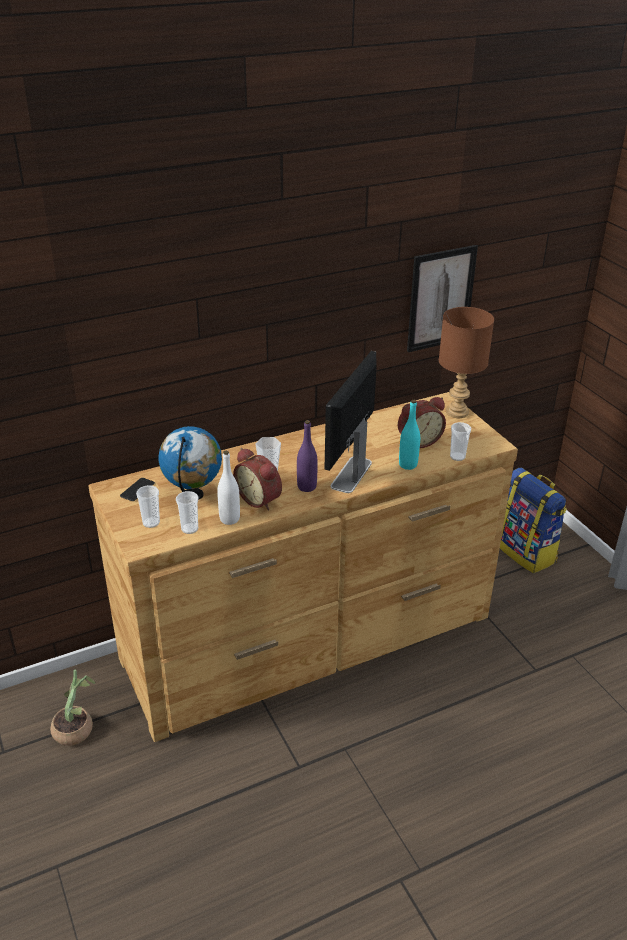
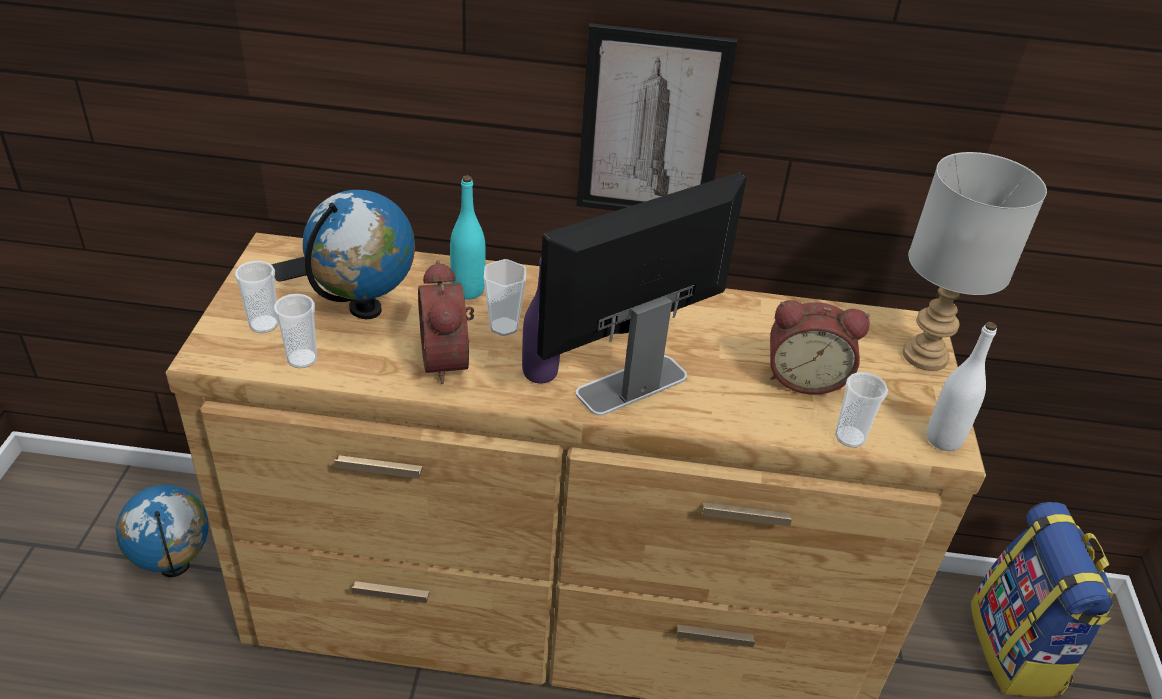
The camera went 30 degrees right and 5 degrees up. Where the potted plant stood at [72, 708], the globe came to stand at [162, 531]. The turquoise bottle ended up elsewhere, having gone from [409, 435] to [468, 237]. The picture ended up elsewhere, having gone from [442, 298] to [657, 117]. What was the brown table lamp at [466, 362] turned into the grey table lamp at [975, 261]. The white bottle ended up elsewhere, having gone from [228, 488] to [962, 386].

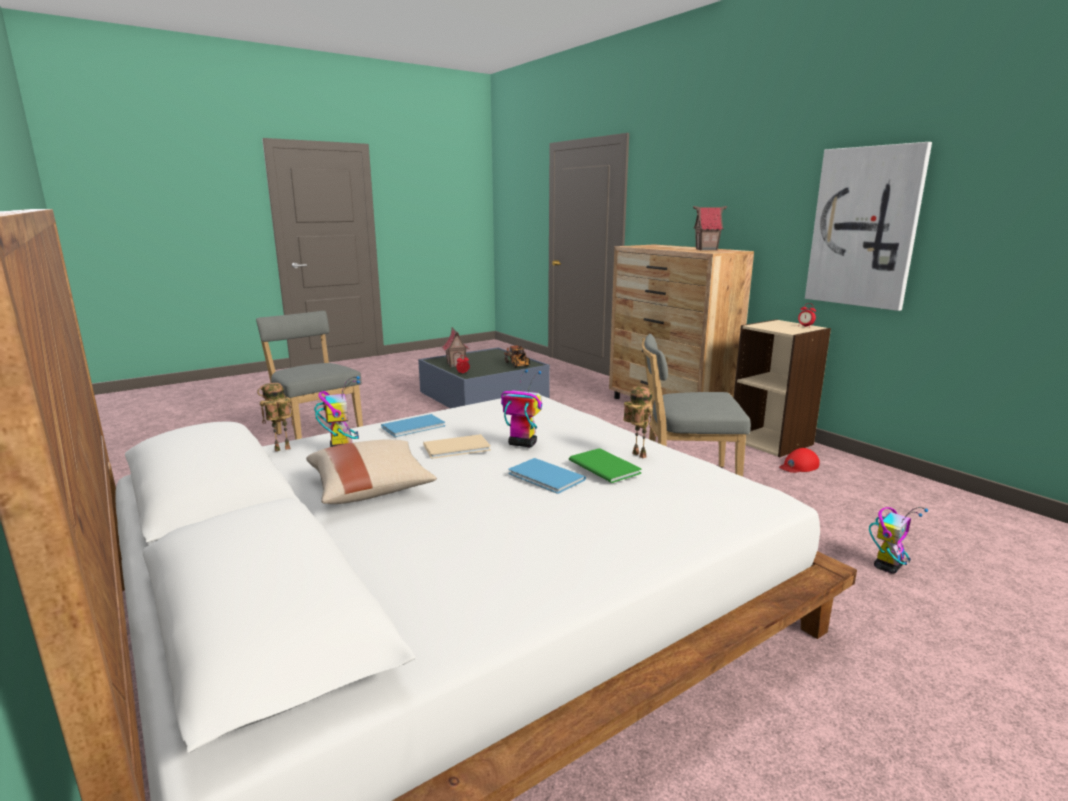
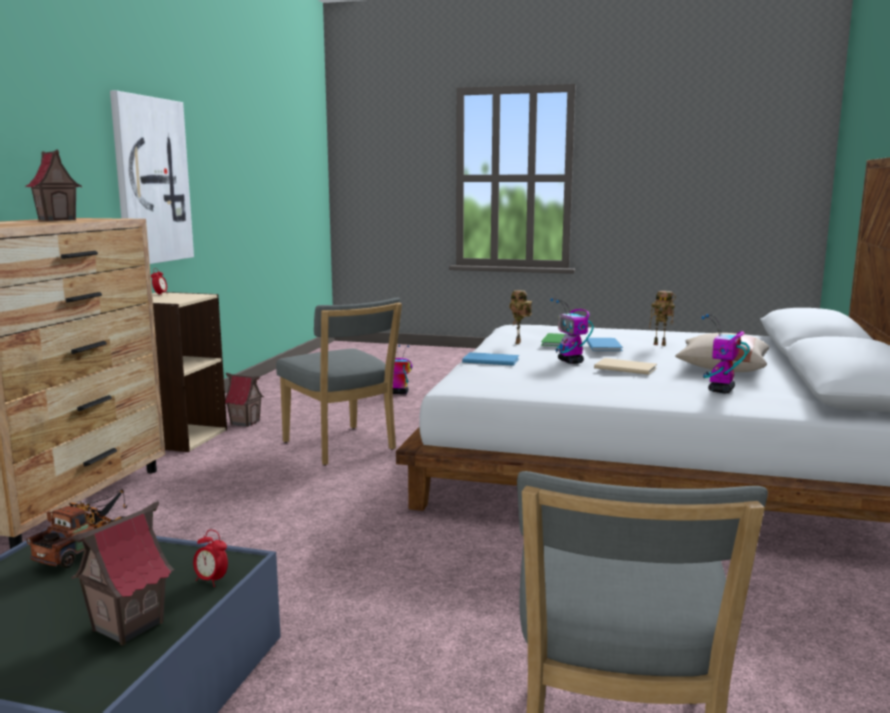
The camera went 130 degrees left and 5 degrees down. Where the red cap stood at [799, 460], the toy house came to stand at [245, 400]. The blue book ended up elsewhere, having gone from [413, 425] to [490, 359]. The toy robot ended up elsewhere, having gone from [275, 417] to [662, 318].

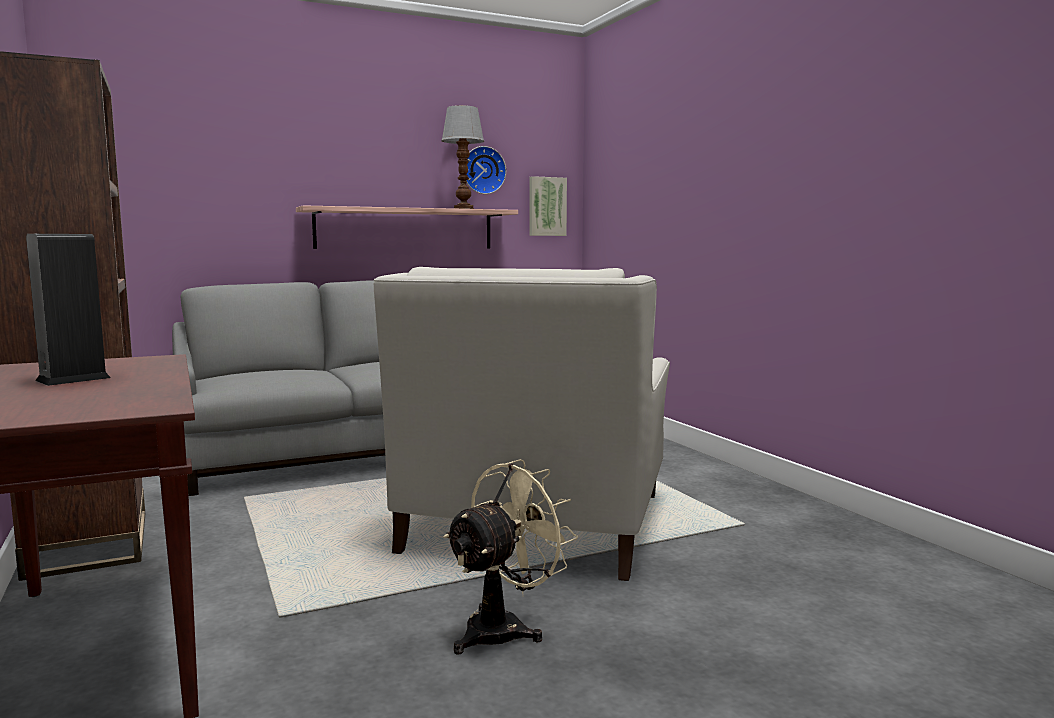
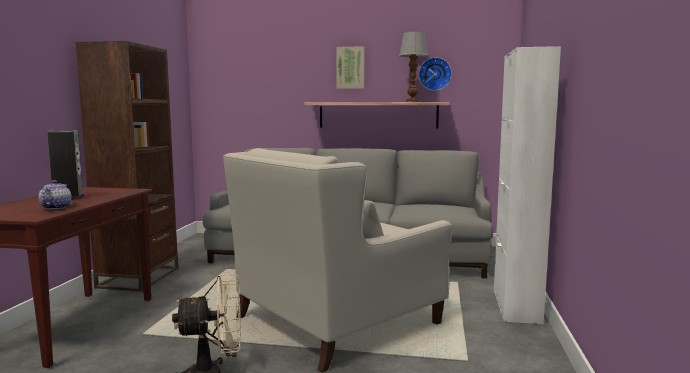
The camera went 35 degrees right and 0 degrees up. The second view gained the teapot at [55, 194]. The picture ended up elsewhere, having gone from [548, 206] to [350, 67]. The second view gained the white cabinet at [527, 185].

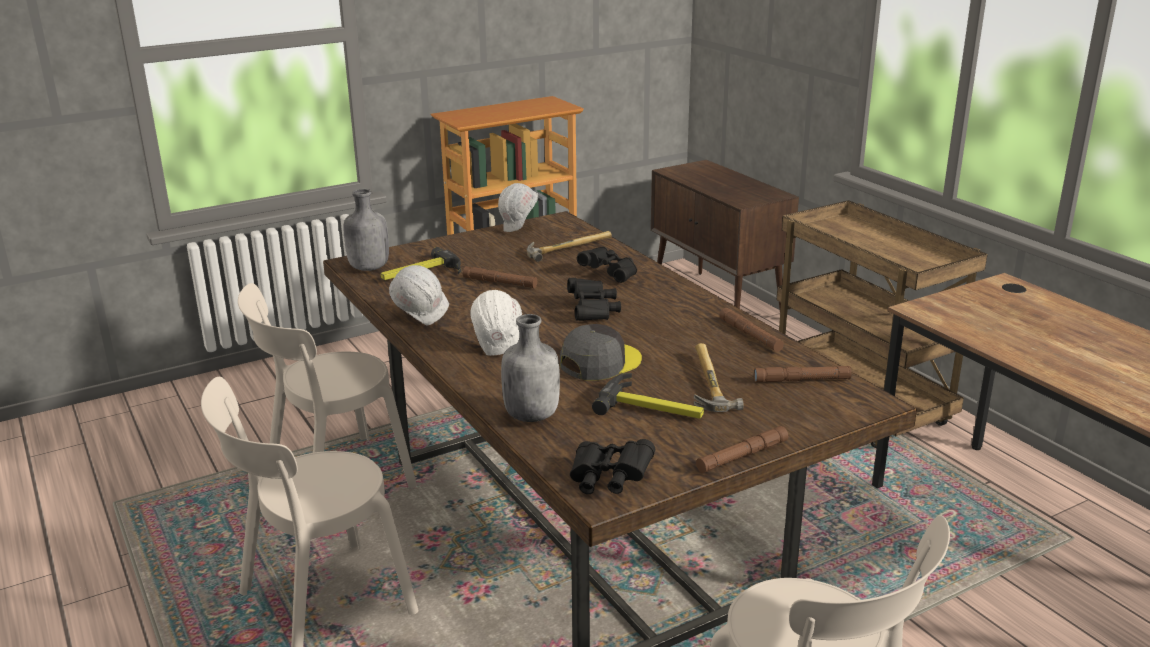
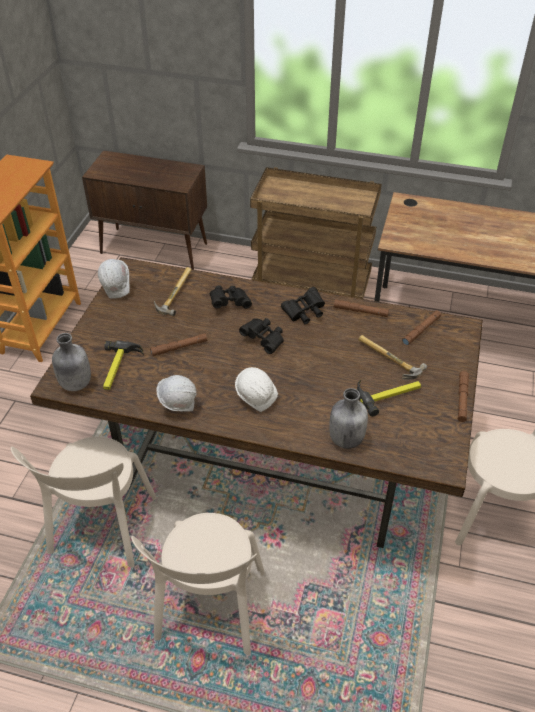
The camera went 45 degrees left and 20 degrees up. The black binoculars ended up elsewhere, having gone from [612, 466] to [303, 305]. The second view lost the grey cap at [601, 352].

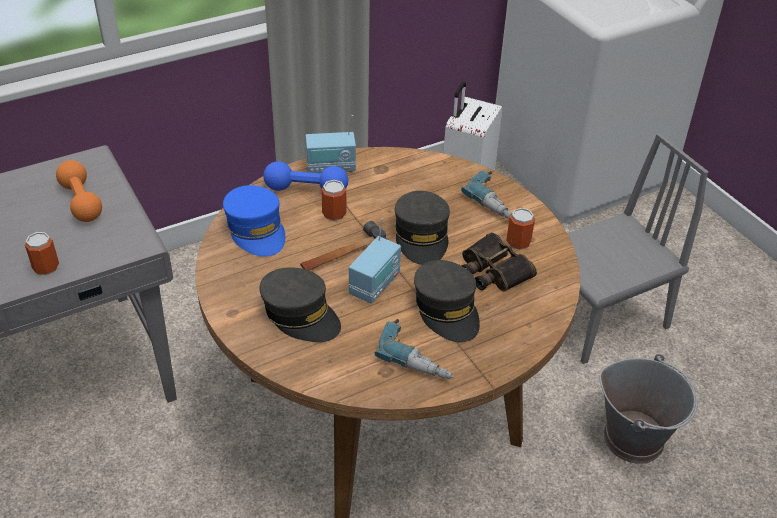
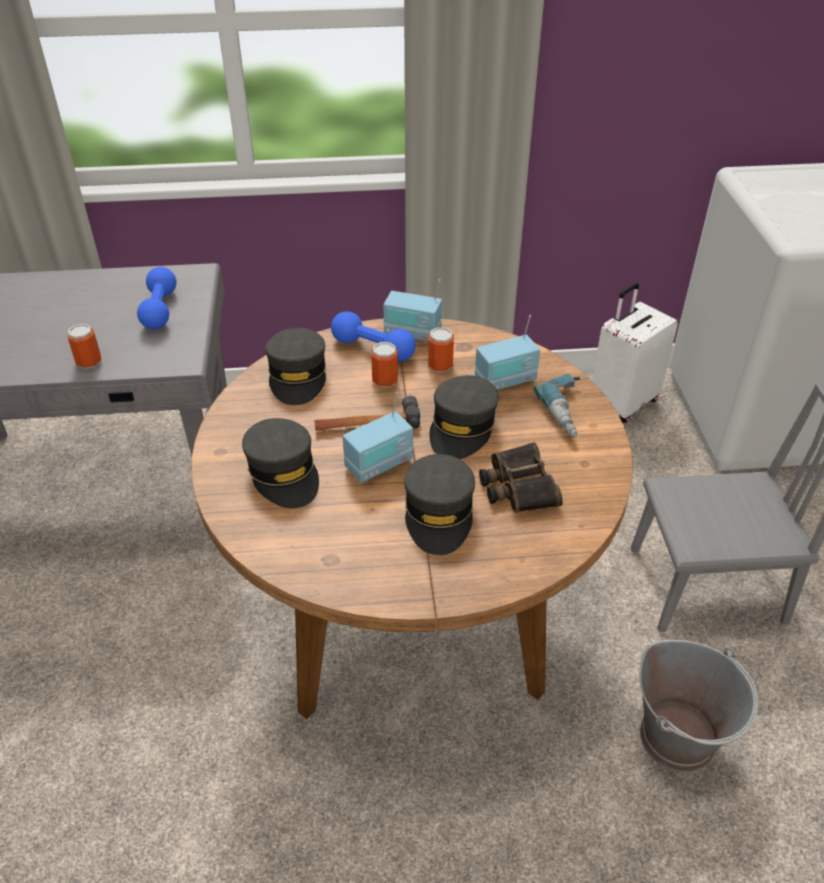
The camera went 25 degrees right and 0 degrees up. What was the orange dumbbell at [79, 191] turned into the blue dumbbell at [156, 298]. What was the blue cap at [254, 221] turned into the grey cap at [295, 366]. The can ended up elsewhere, having gone from [520, 229] to [441, 349]. The second view gained the radio at [507, 352]. The second view lost the power drill at [414, 349].

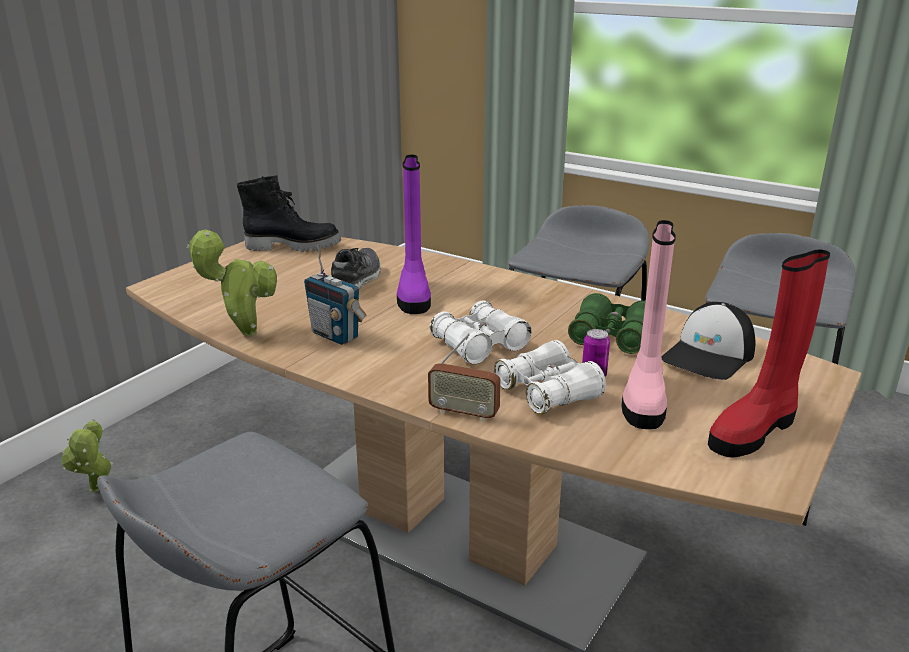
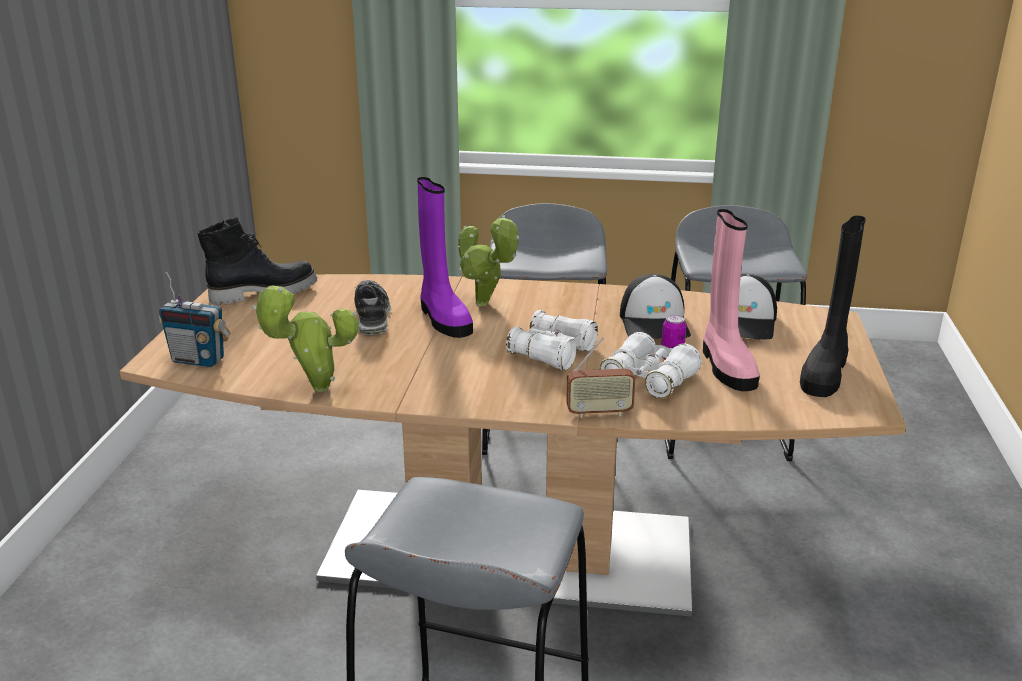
The camera went 25 degrees left and 0 degrees up. The radio ended up elsewhere, having gone from [335, 294] to [195, 319]. The potted plant ended up elsewhere, having gone from [87, 455] to [488, 260]. Where the green binoculars stood at [607, 323], the cap came to stand at [655, 306]. What was the red boot at [769, 353] turned into the black boot at [833, 306].

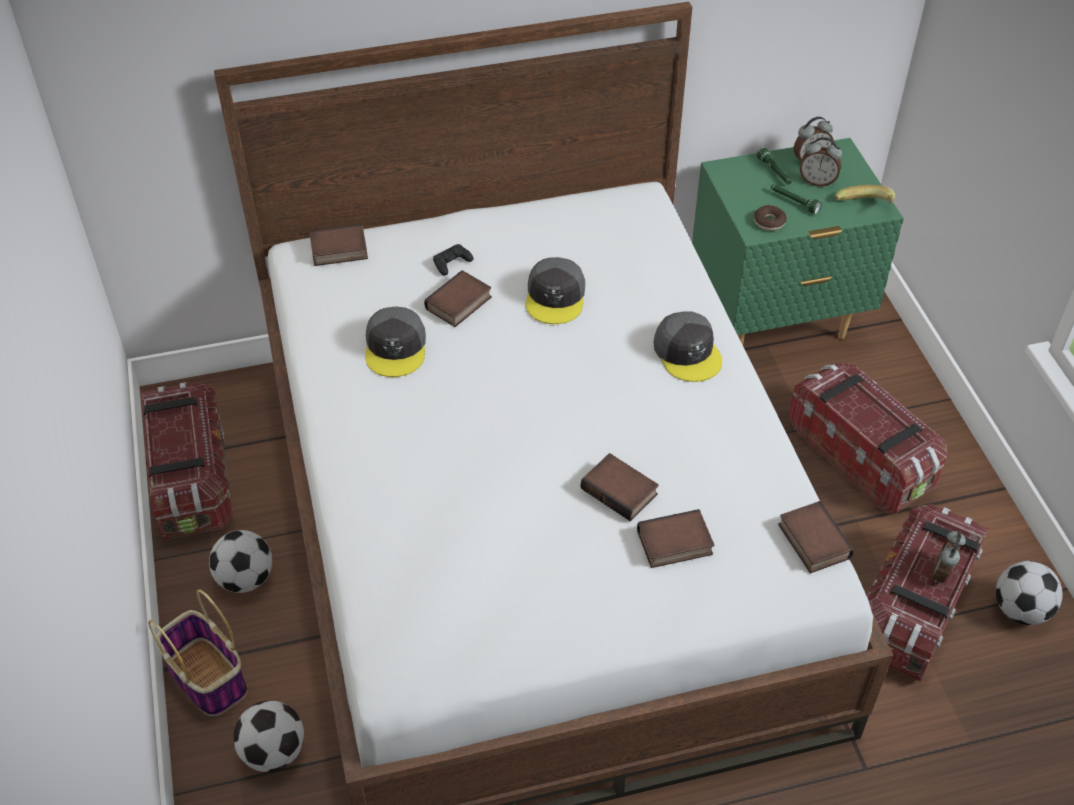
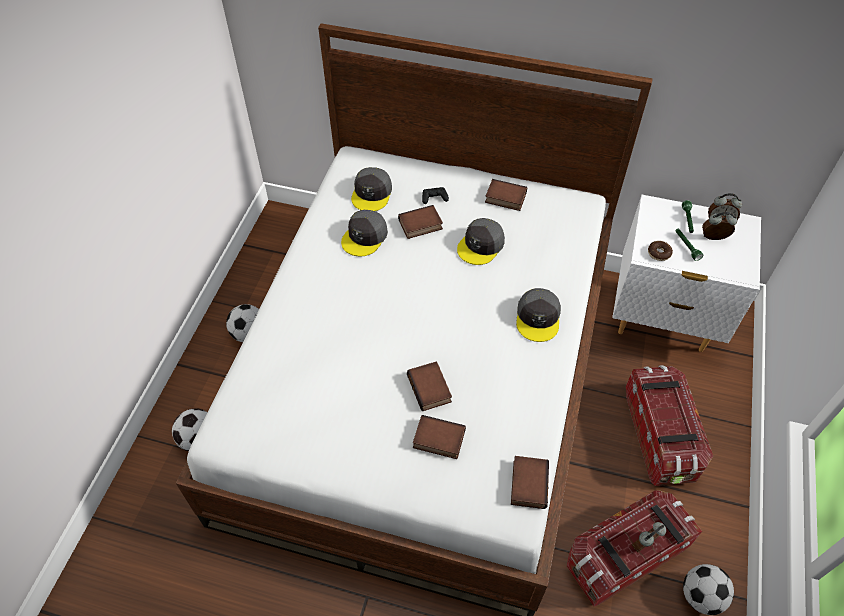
The camera went 30 degrees right and 5 degrees up. The second view gained the grey cap at [371, 189]. The book ended up elsewhere, having gone from [338, 245] to [506, 195]. What was the green nightstand at [798, 241] turned into the white nightstand at [686, 273]. The alarm clock at [821, 162] ended up facing another way, 135 degrees clockwise from before. The second view lost the storage box at [187, 461]. The second view lost the basket at [197, 653]. The second view lost the banana at [864, 194].

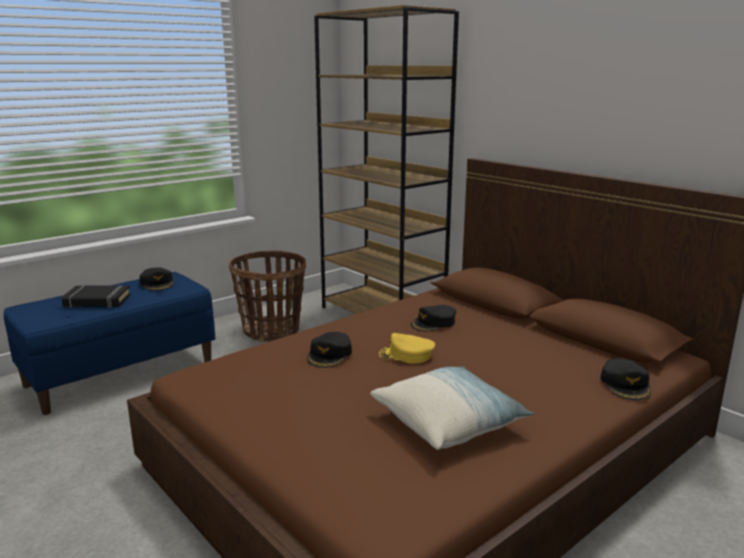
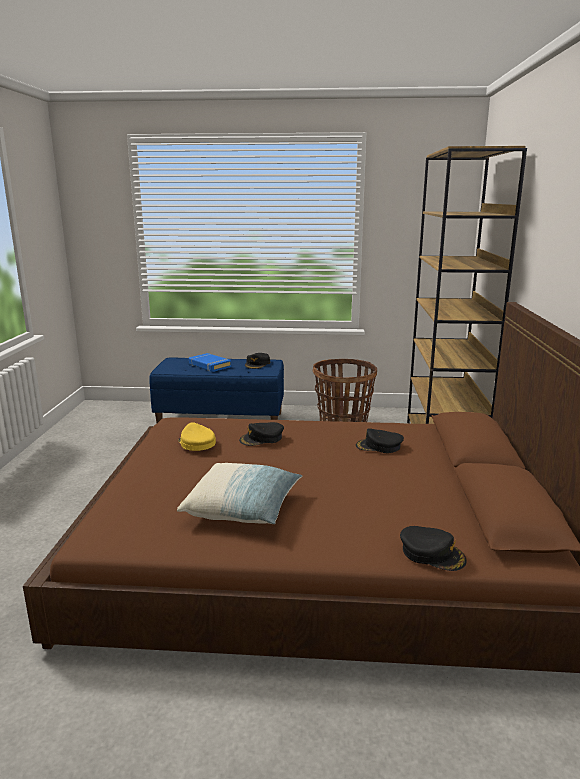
The camera went 45 degrees right and 0 degrees up. The yellow cap ended up elsewhere, having gone from [407, 348] to [197, 436]. What was the black book at [96, 296] turned into the blue book at [210, 362]. The black cap at [625, 379] ended up facing another way, 105 degrees counterclockwise from before.

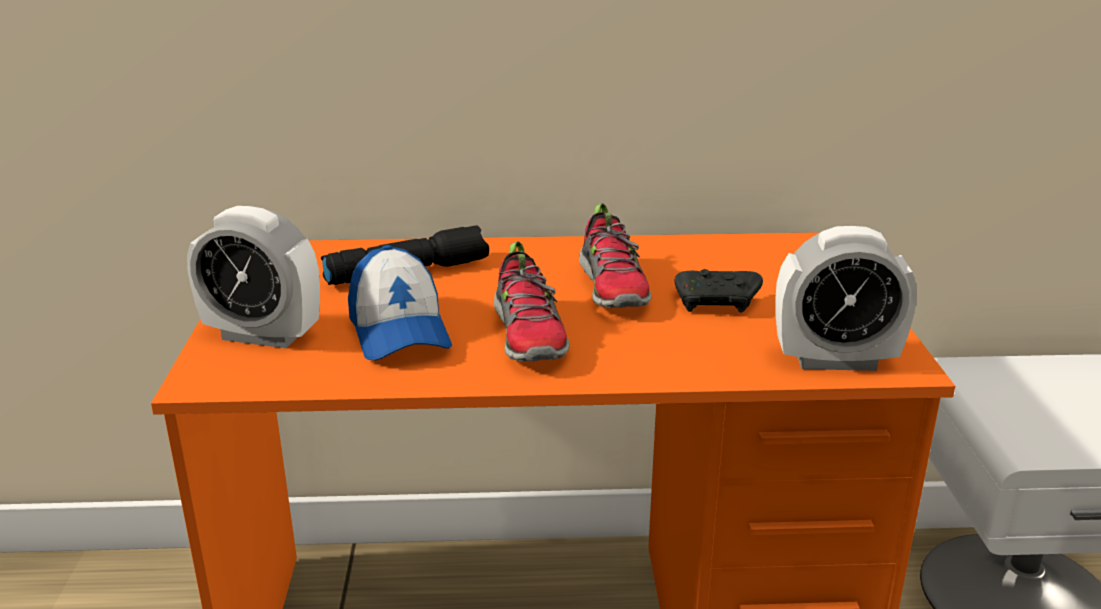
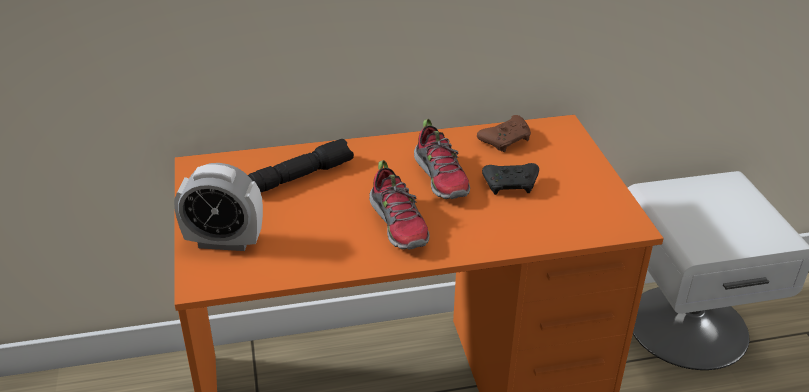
The camera went 10 degrees left and 10 degrees up. The second view gained the brown game controller at [504, 133]. The second view lost the cap at [400, 302]. The second view lost the alarm clock at [846, 298].

